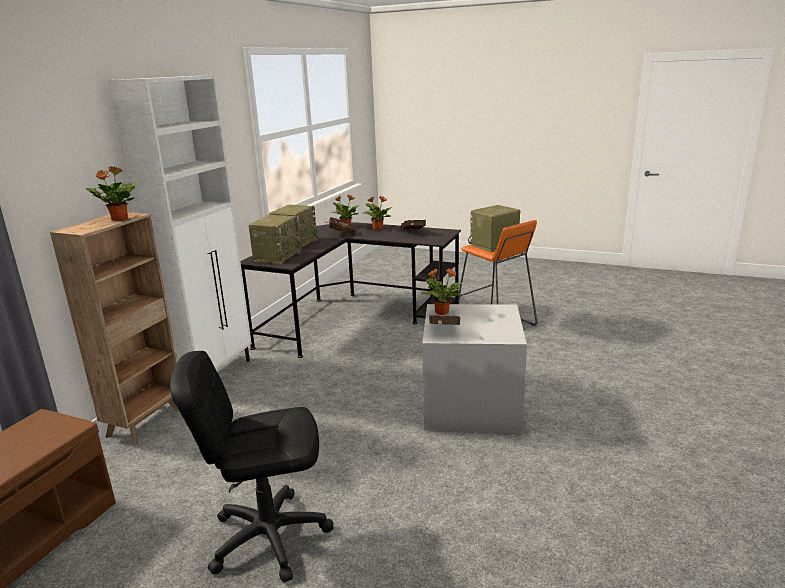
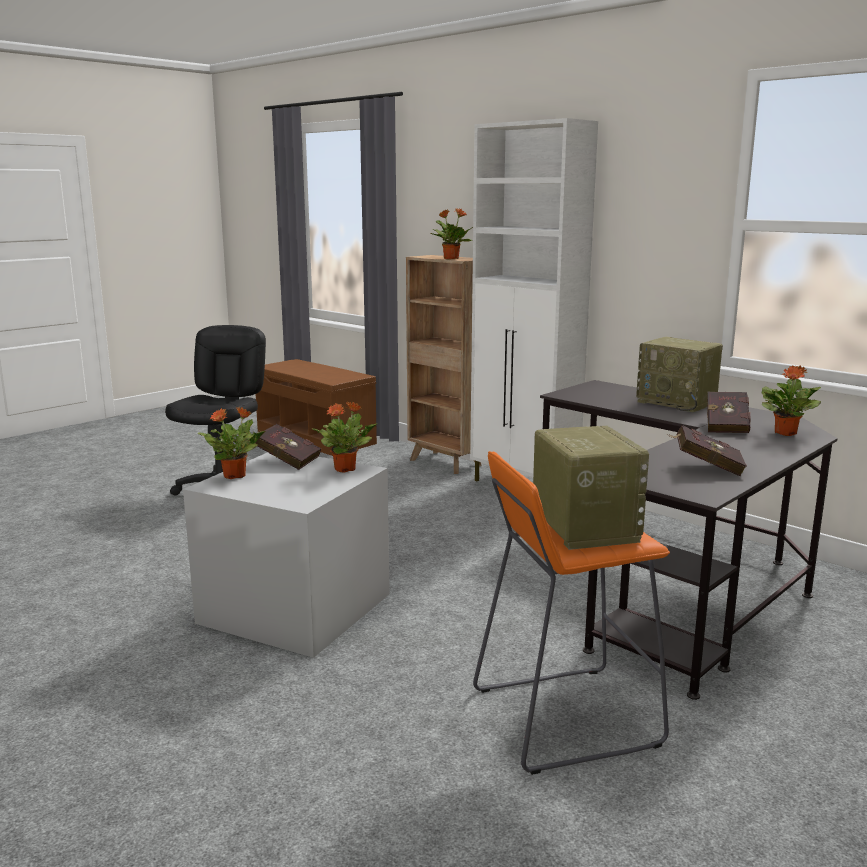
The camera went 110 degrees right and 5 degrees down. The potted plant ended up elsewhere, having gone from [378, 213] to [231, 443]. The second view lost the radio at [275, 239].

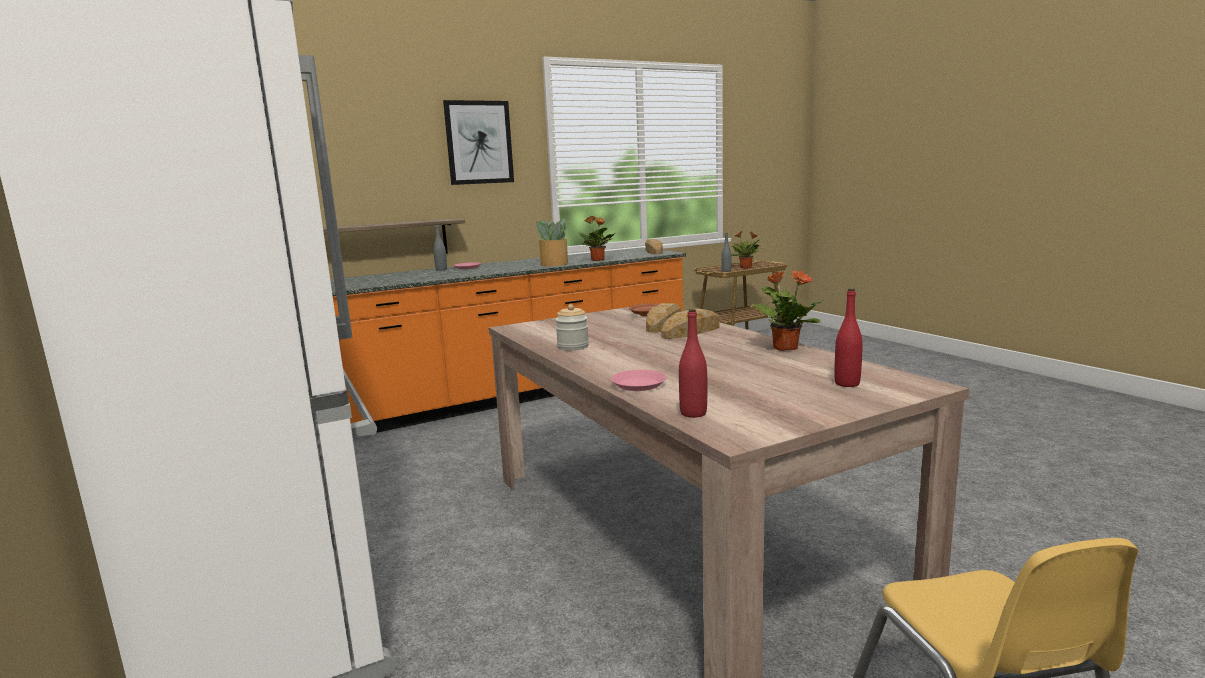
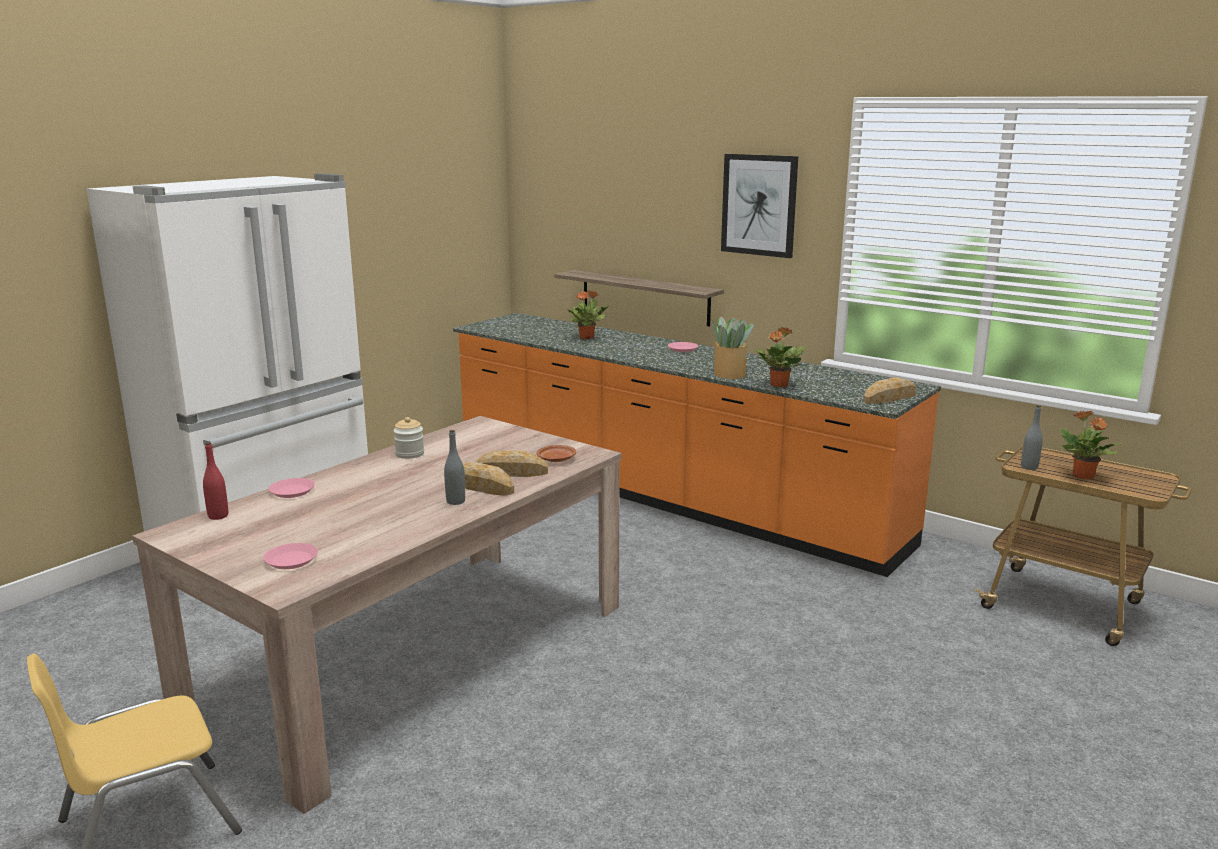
The camera went 65 degrees right and 5 degrees up. Where the red bottle stood at [849, 338], the pink plate came to stand at [290, 556]. The grey bottle ended up elsewhere, having gone from [440, 247] to [454, 467]. The potted plant ended up elsewhere, having gone from [787, 310] to [587, 315].

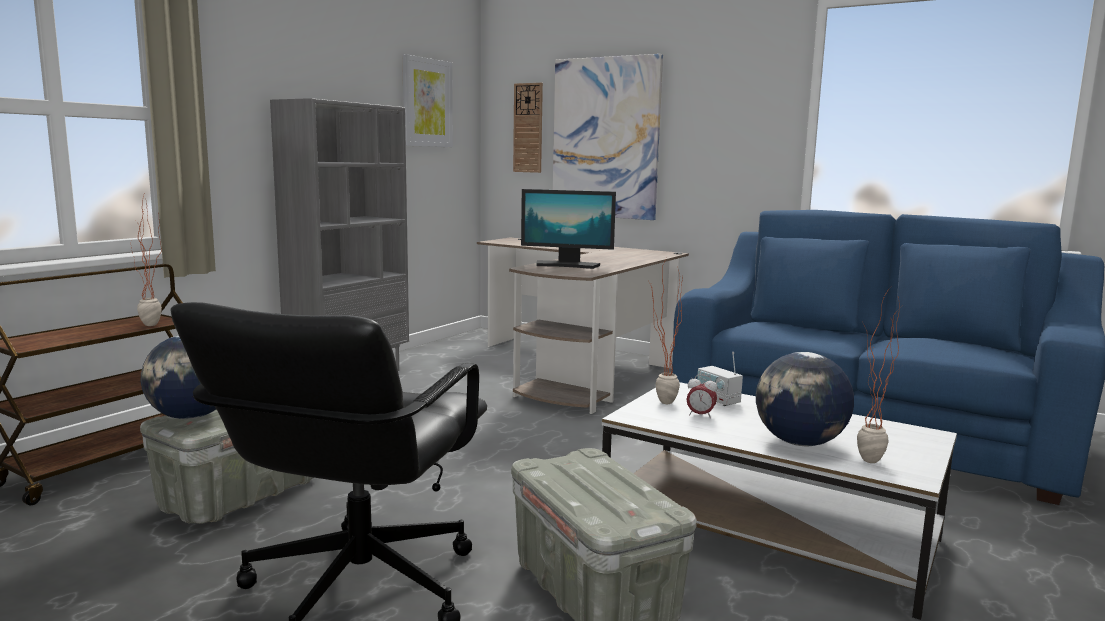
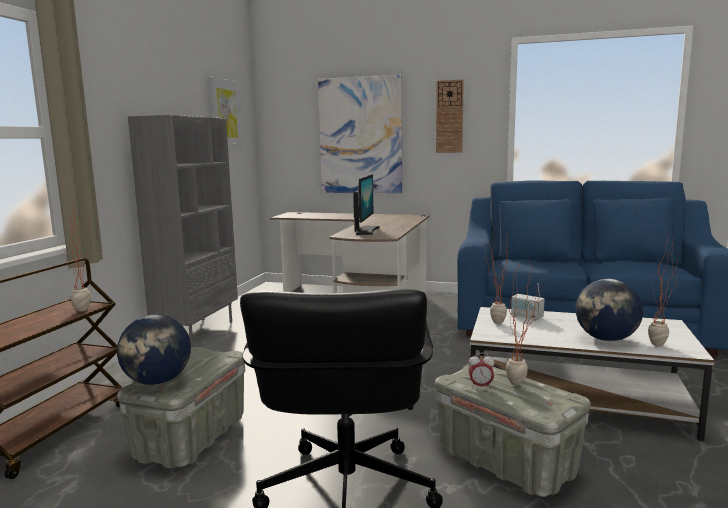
The camera went 15 degrees left and 0 degrees up. The monitor at [568, 229] ended up facing another way, 75 degrees counterclockwise from before. The wall clock ended up elsewhere, having gone from [528, 128] to [450, 116]. The alarm clock ended up elsewhere, having gone from [702, 396] to [481, 371]. The second view gained the potted plant at [526, 323].

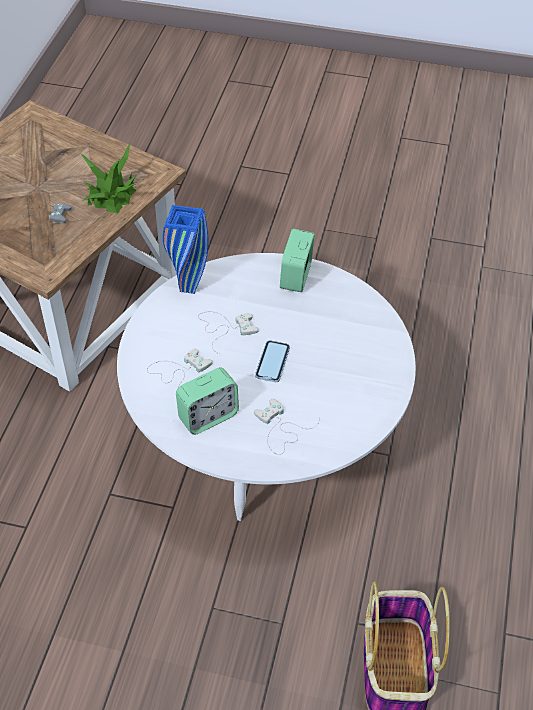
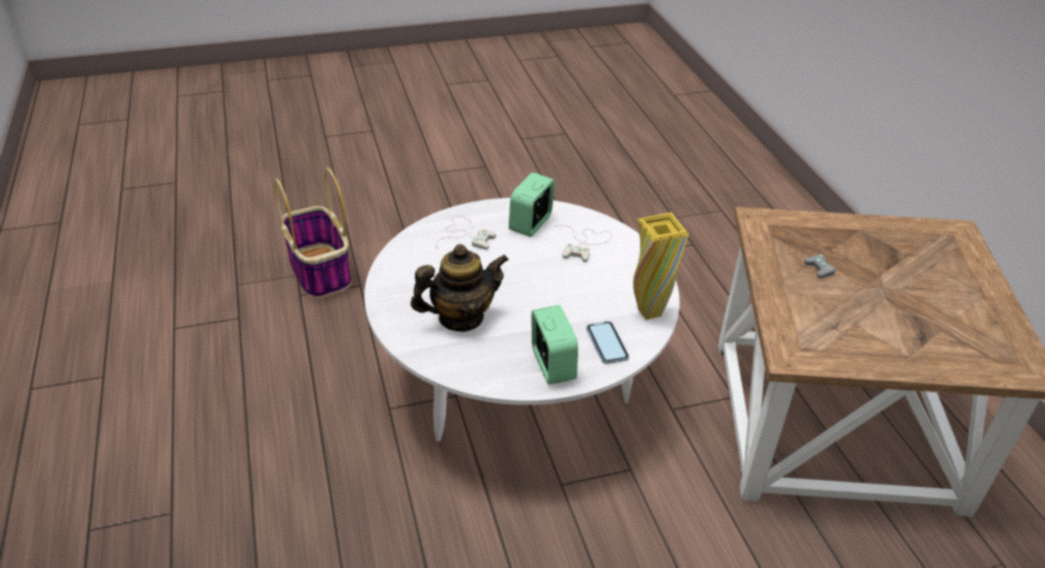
The camera went 150 degrees right and 10 degrees down. The second view gained the teapot at [460, 288]. The phone ended up elsewhere, having gone from [272, 361] to [607, 342]. What was the blue vase at [186, 249] turned into the yellow vase at [661, 266]. The second view lost the potted plant at [108, 178]. The second view lost the white game controller at [228, 332].

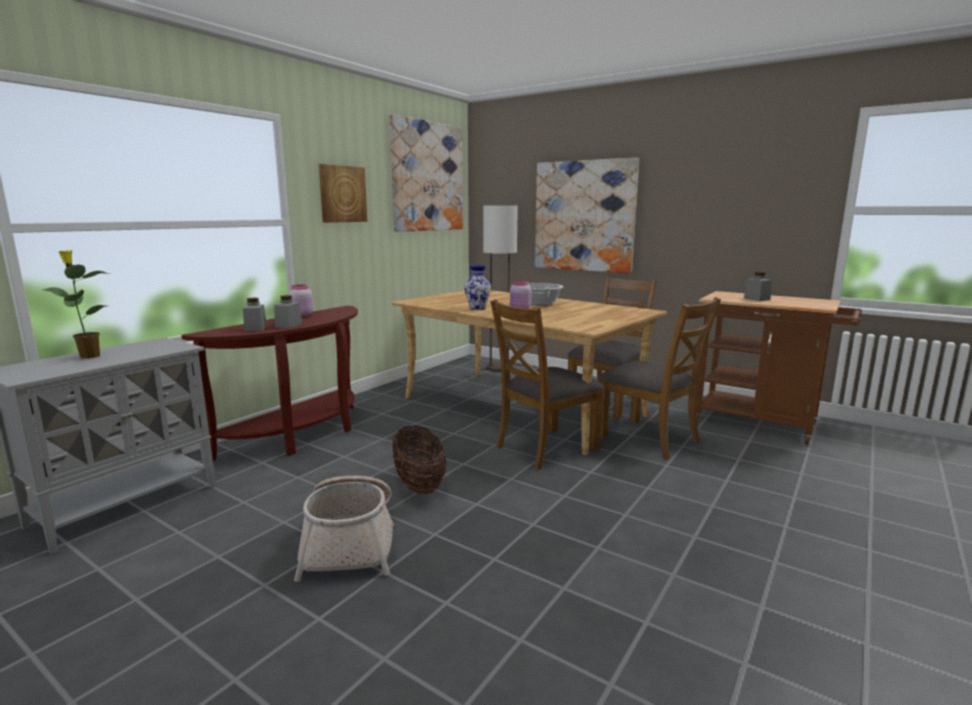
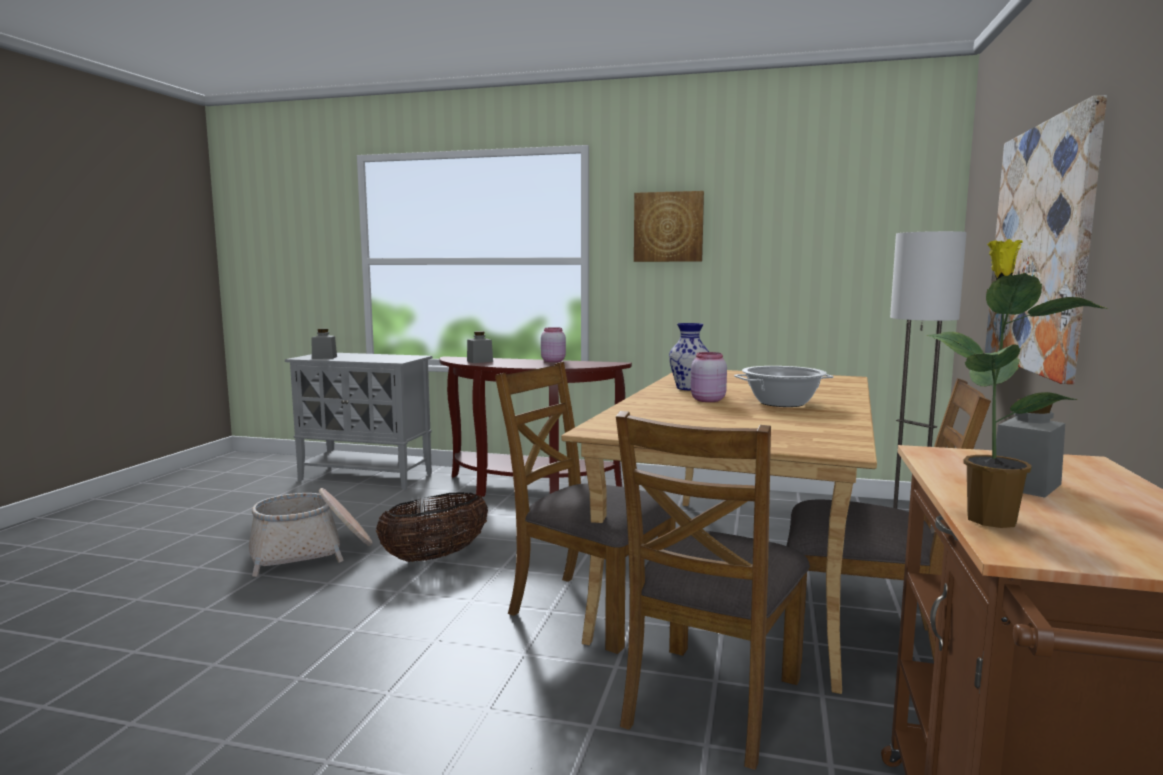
The camera went 70 degrees right and 5 degrees down. The grey jar ended up elsewhere, having gone from [288, 311] to [324, 344]. The potted plant ended up elsewhere, having gone from [76, 304] to [1017, 383]. The second view lost the picture at [426, 173].

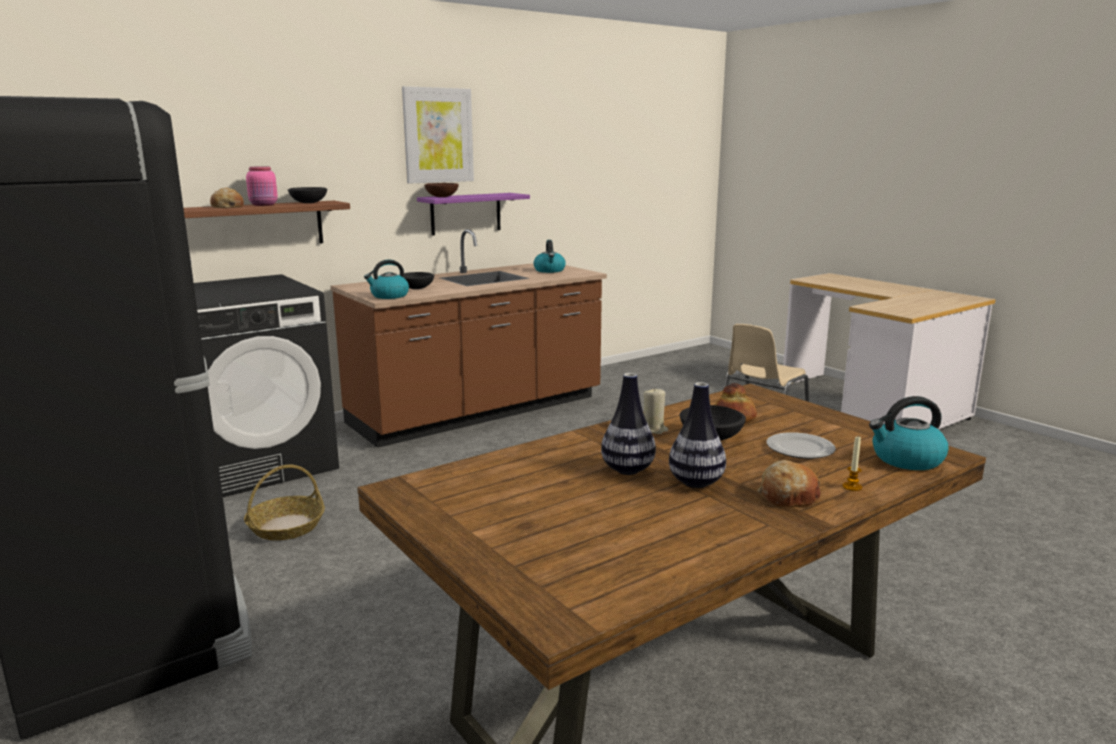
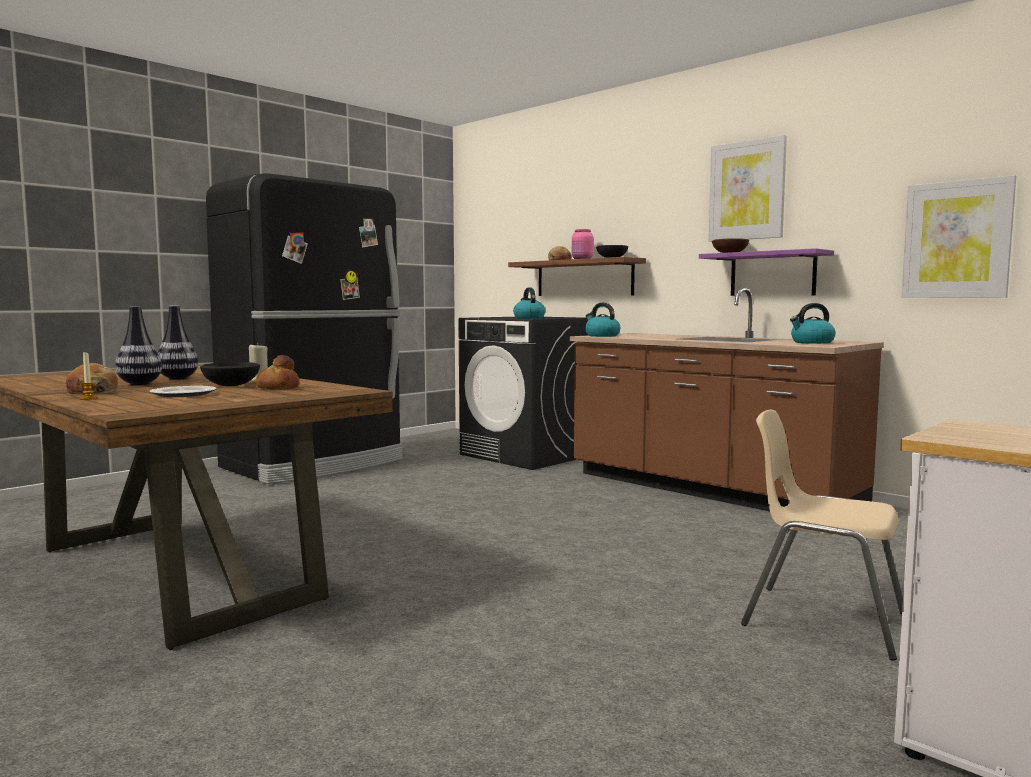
The camera went 80 degrees right and 10 degrees down. The kettle ended up elsewhere, having gone from [909, 433] to [529, 303]. The second view gained the picture at [959, 236]. The second view lost the basket at [284, 503]. The second view lost the black bowl at [418, 280].

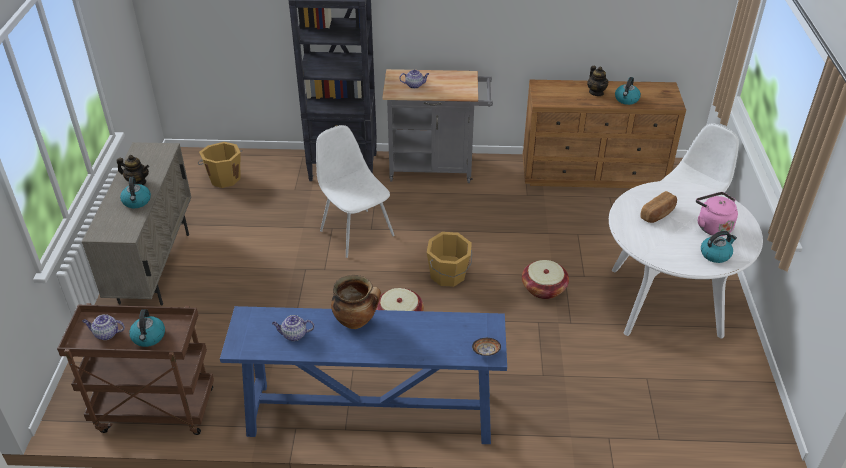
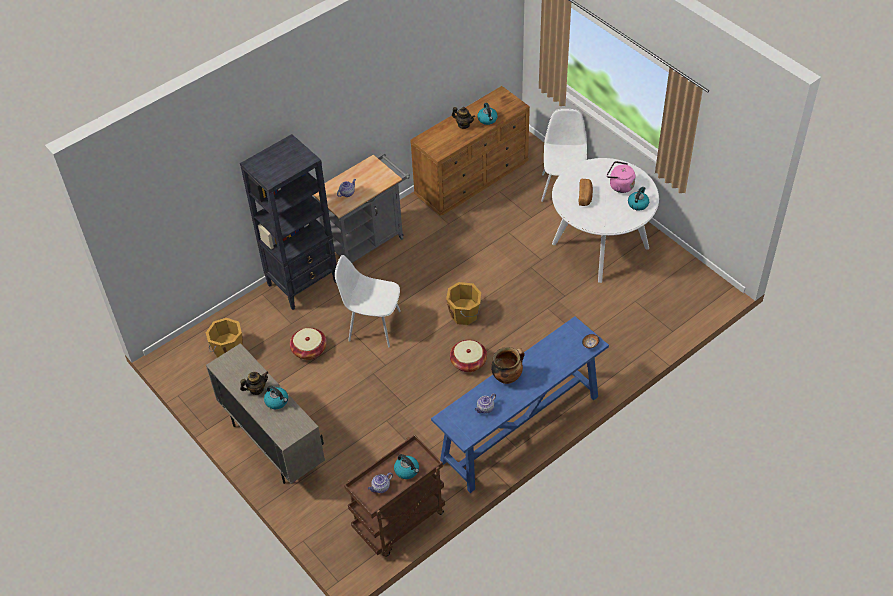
The camera went 40 degrees left and 10 degrees up. The basket ended up elsewhere, having gone from [545, 279] to [308, 344].

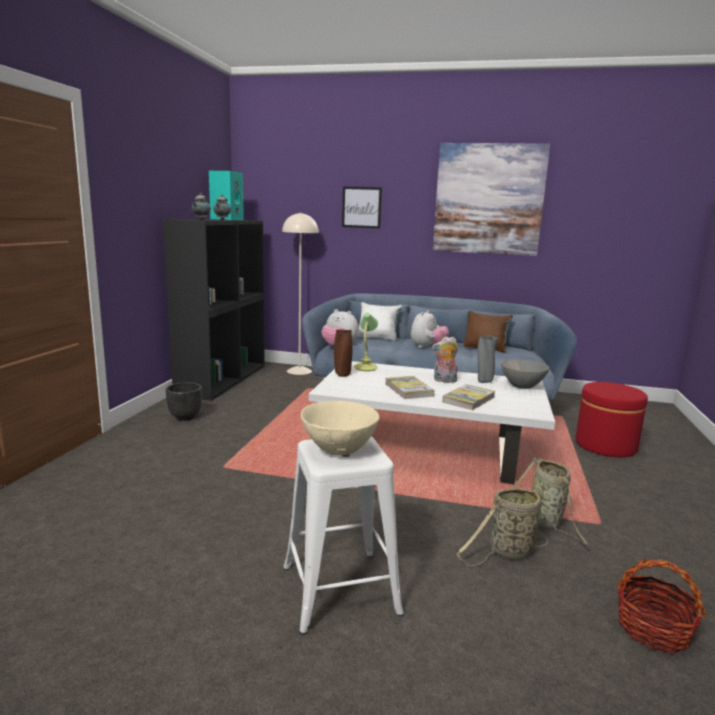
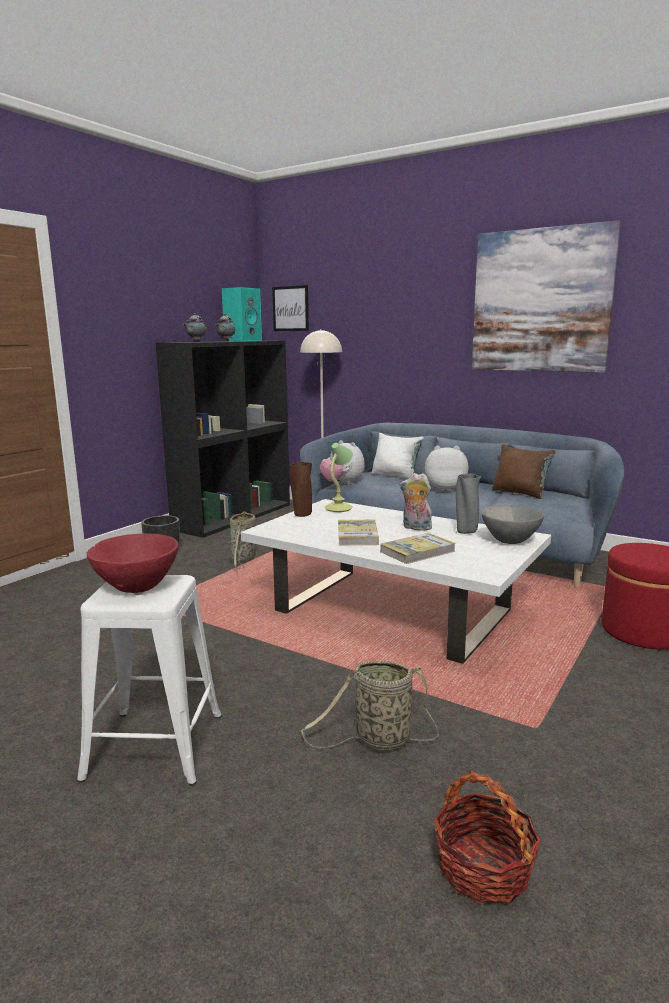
The camera went 20 degrees right and 0 degrees up. What was the beige bowl at [340, 428] turned into the red bowl at [132, 563]. The basket ended up elsewhere, having gone from [551, 502] to [242, 540]. The picture ended up elsewhere, having gone from [362, 207] to [290, 308]. The plush toy at [430, 329] ended up facing another way, 135 degrees counterclockwise from before.

